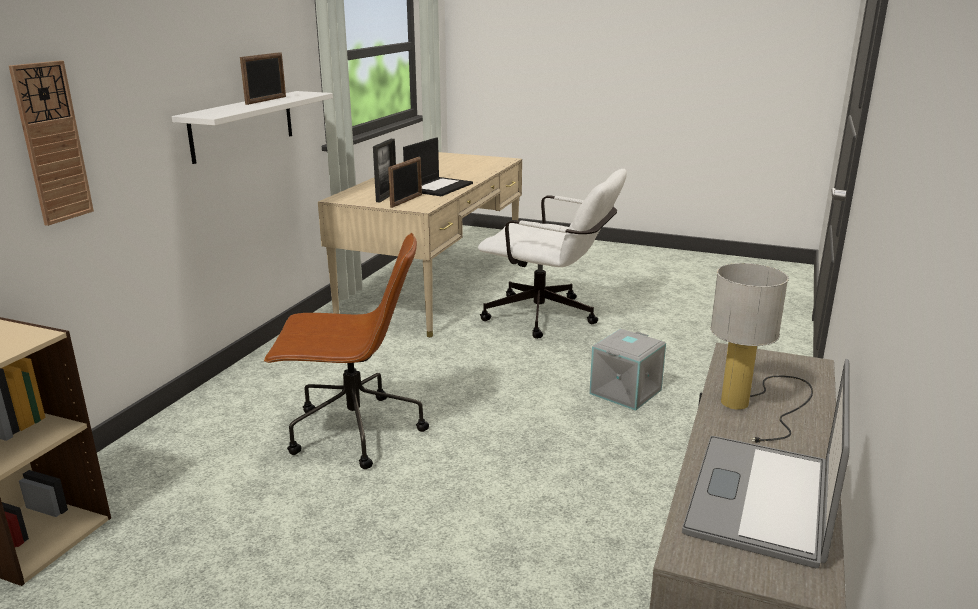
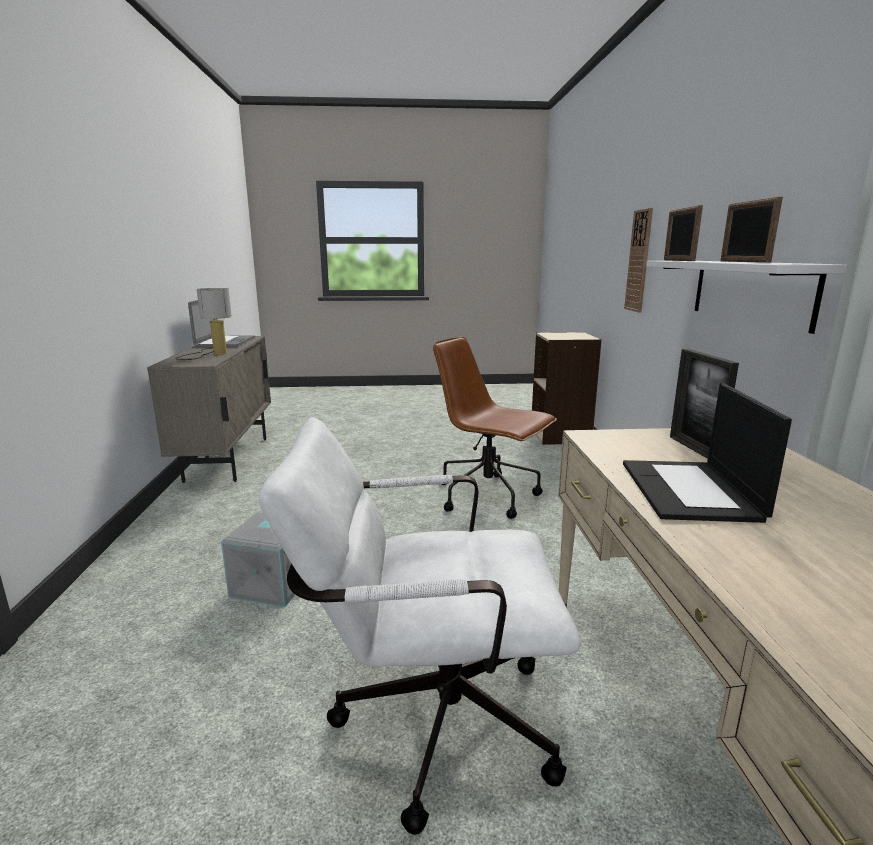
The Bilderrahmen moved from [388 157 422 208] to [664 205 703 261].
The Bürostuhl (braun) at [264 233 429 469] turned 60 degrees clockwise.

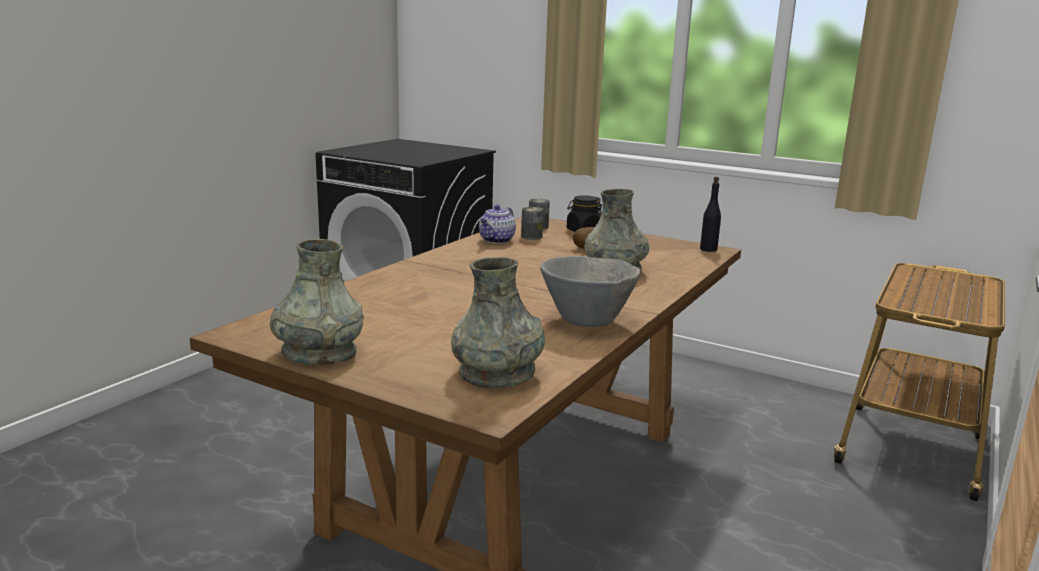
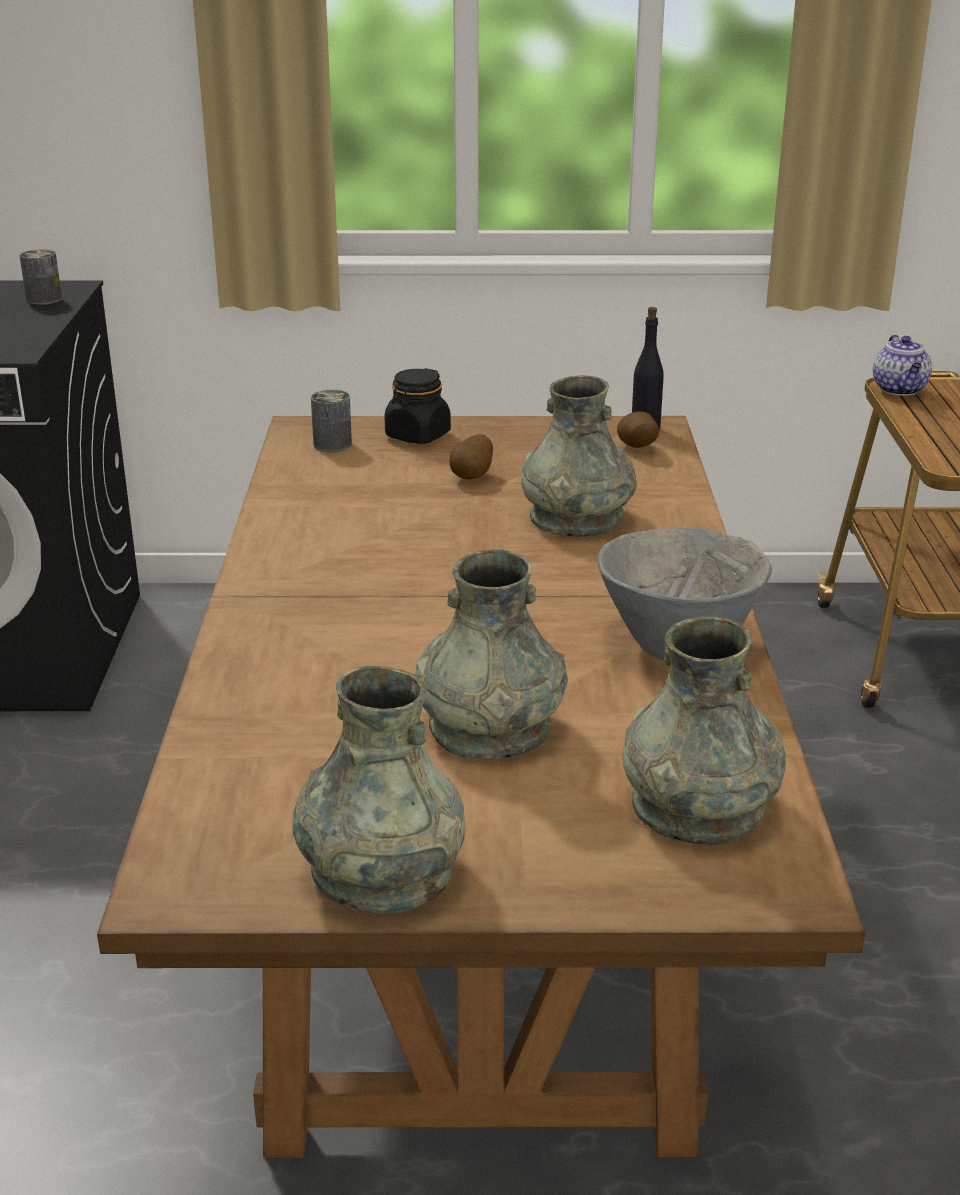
The Teekanne moved from [479 205 516 243] to [873 335 932 396].
The Dose moved from [521 207 543 240] to [20 249 62 305].
The Kartoffel at [617 412 659 448] appeared.
The Vase (grau) at [415 549 568 760] appeared.

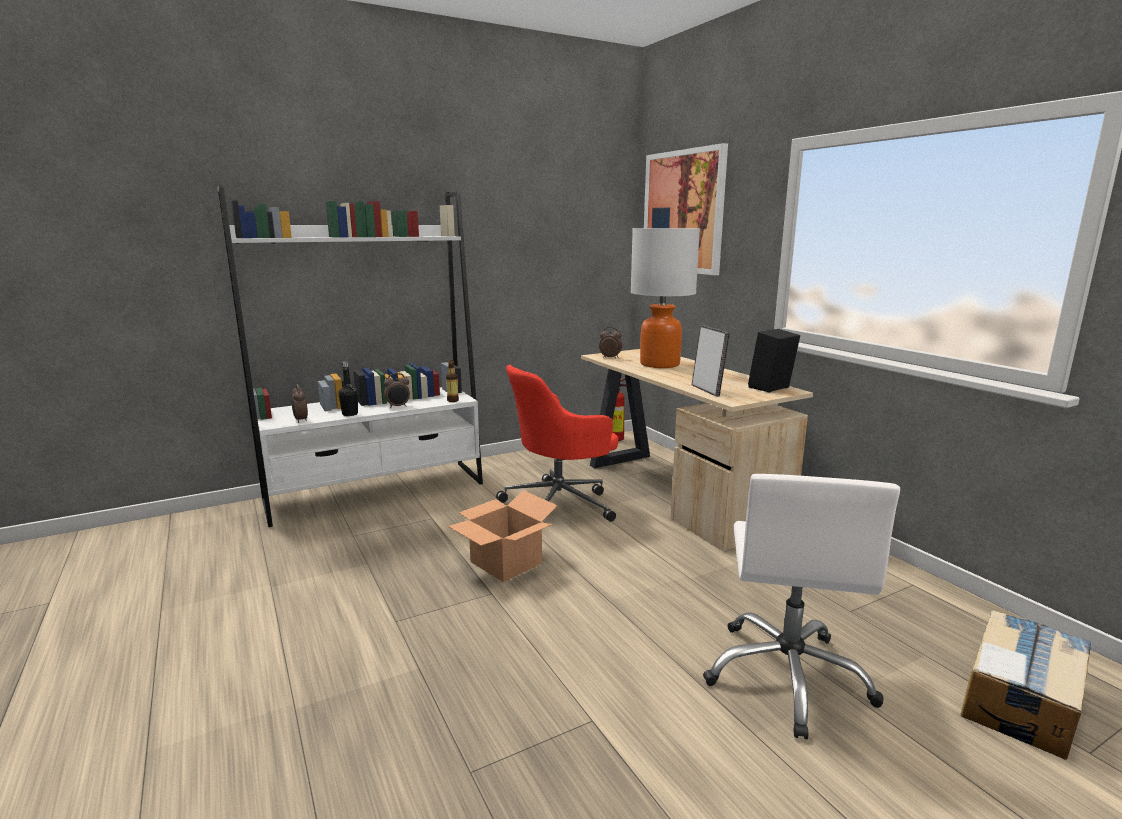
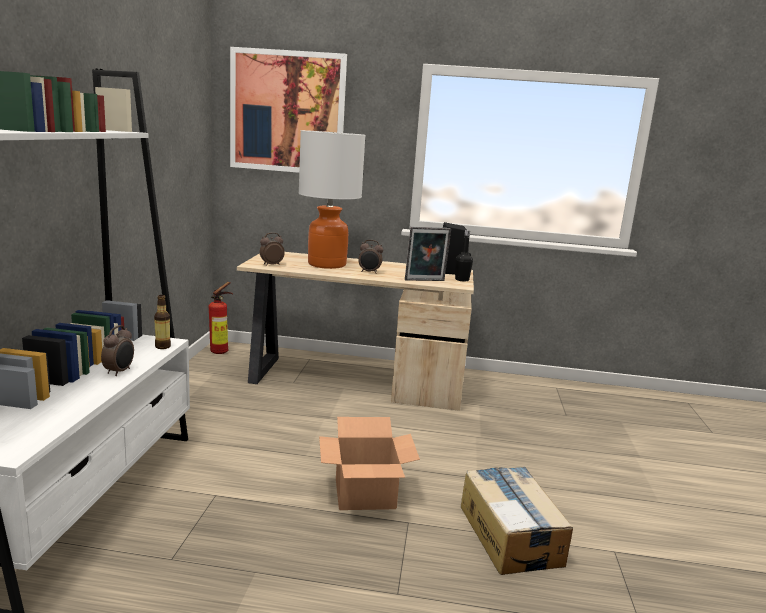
The Bilderrahmen at [692 325 730 396] turned 150 degrees clockwise.
The Flasche (schwarz) moved from [338 361 358 416] to [455 230 473 282].
The Bürostuhl (rot) at [496 365 618 522] disappeared.
The Wecker moved from [292 384 308 423] to [358 240 383 274].
The Bürostuhl (weiß) at [703 474 900 739] disappeared.
The Karton moved from [961 610 1091 760] to [461 466 573 575].

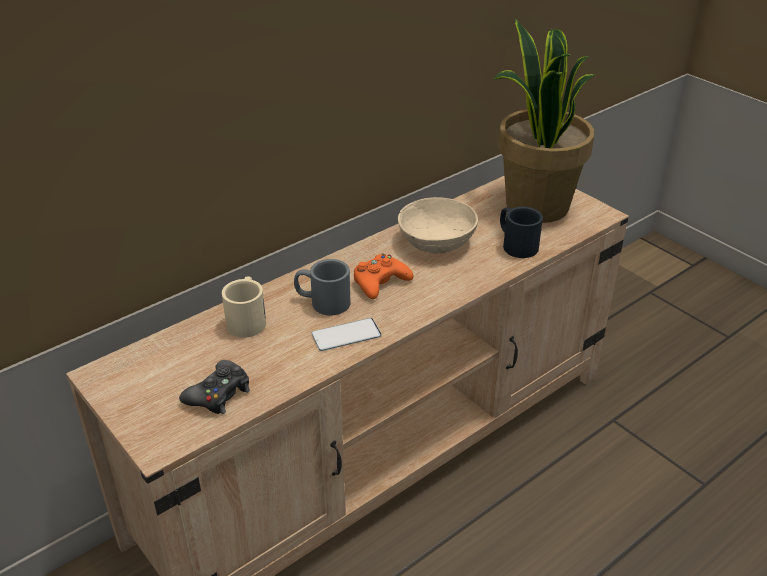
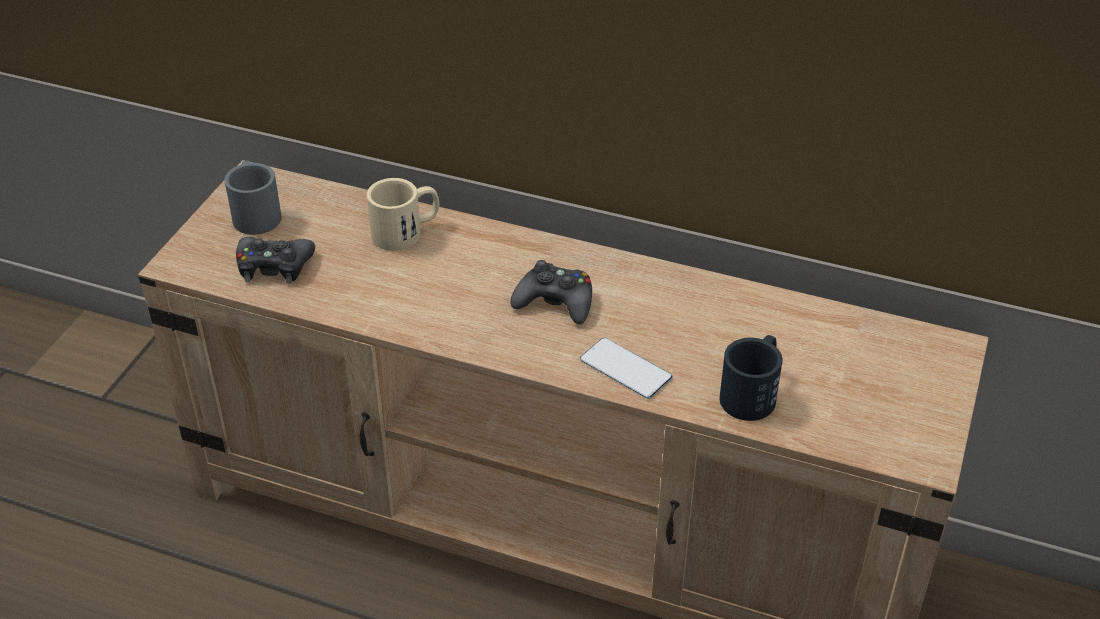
The Topfpflanze at [493 19 596 223] disappeared.
The Schüssel (beige) at [398 197 478 254] disappeared.
The Gamepad (orange) at [354 254 413 299] became the Gamepad (schwarz) at [510 260 592 324].
The Henkelbecher (grau) moved from [294 259 350 316] to [224 161 282 235].
The Handy moved from [311 318 382 351] to [580 338 673 399].

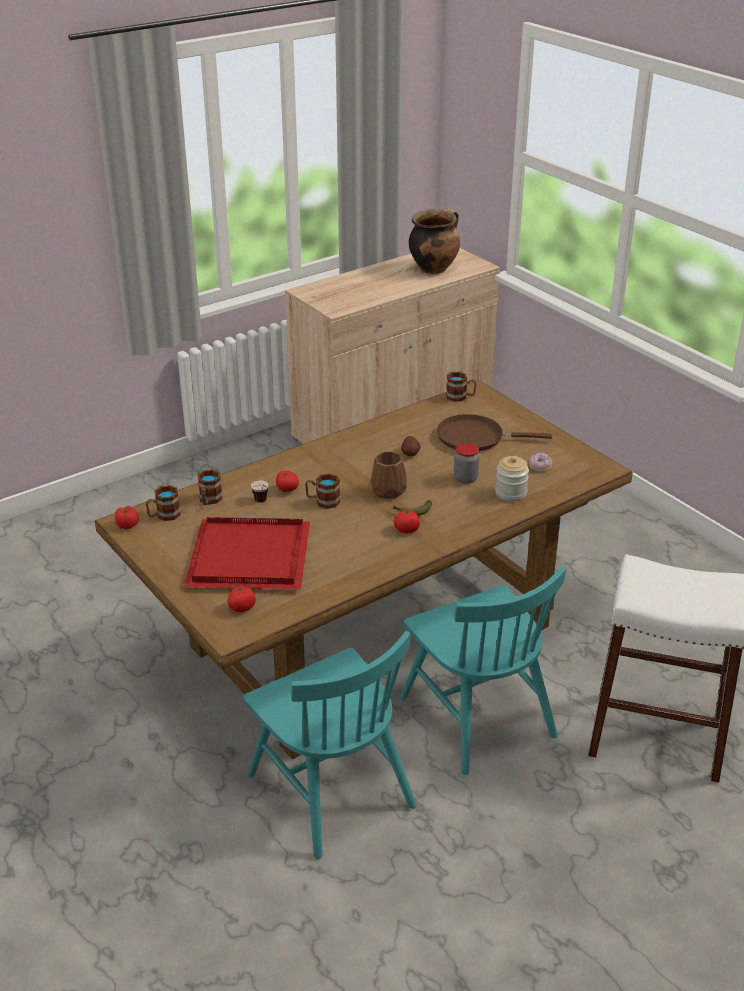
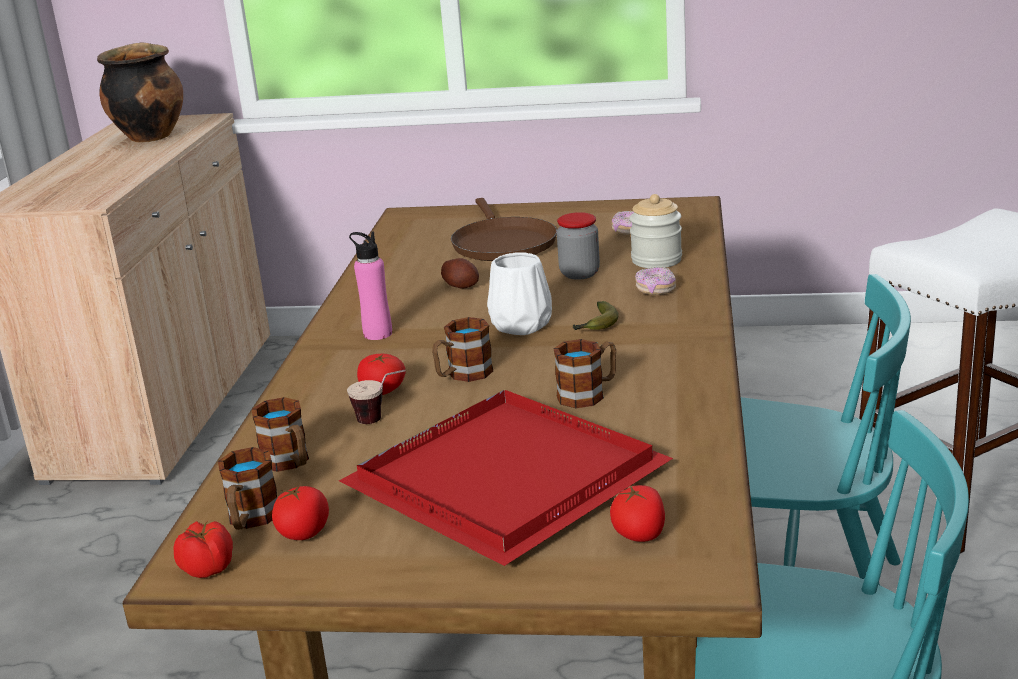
The Henkelbecher moved from [446 372 476 402] to [553 339 616 408].
The Pfanne (braun) at [437 414 552 451] turned 60 degrees counterclockwise.
The Vase (braun) at [371 452 407 499] became the Vase (weiß) at [487 252 552 335].
The Tomate moved from [394 510 420 533] to [272 485 329 540].
The Flasche (rosa) at [349 232 392 340] appeared.
The Donut at [635 267 676 295] appeared.

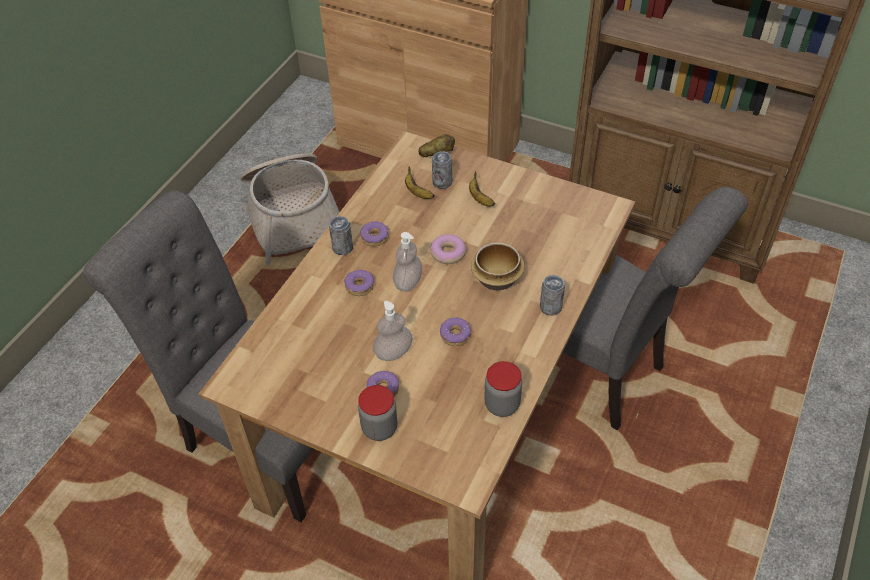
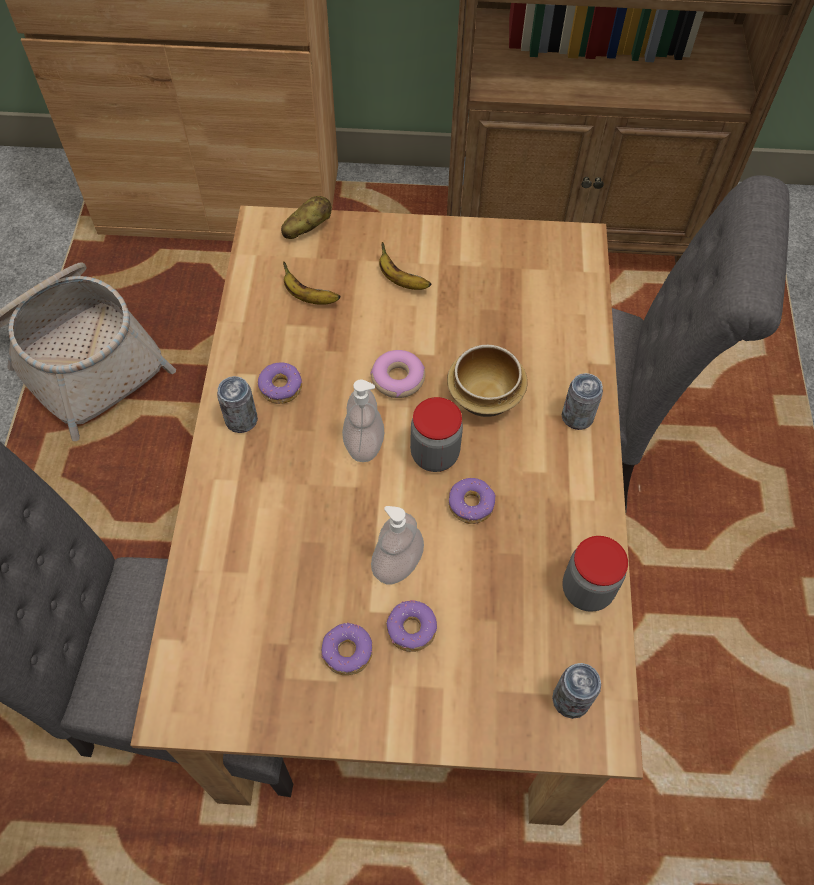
The Dose moved from [432 151 452 189] to [552 663 601 719].
The Donut moved from [344 270 374 296] to [321 622 372 675].
The Vorratsglas moved from [358 385 398 441] to [410 397 463 472].

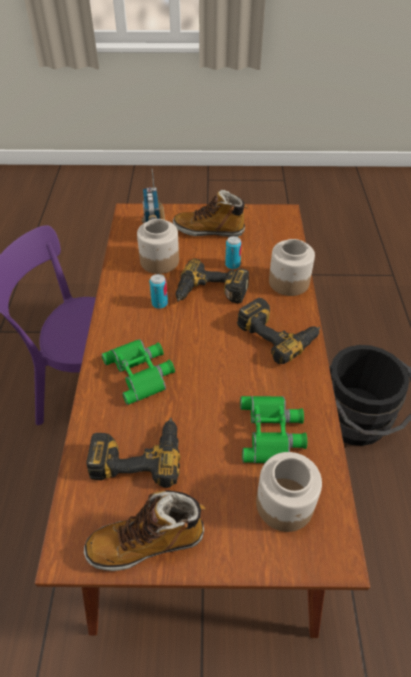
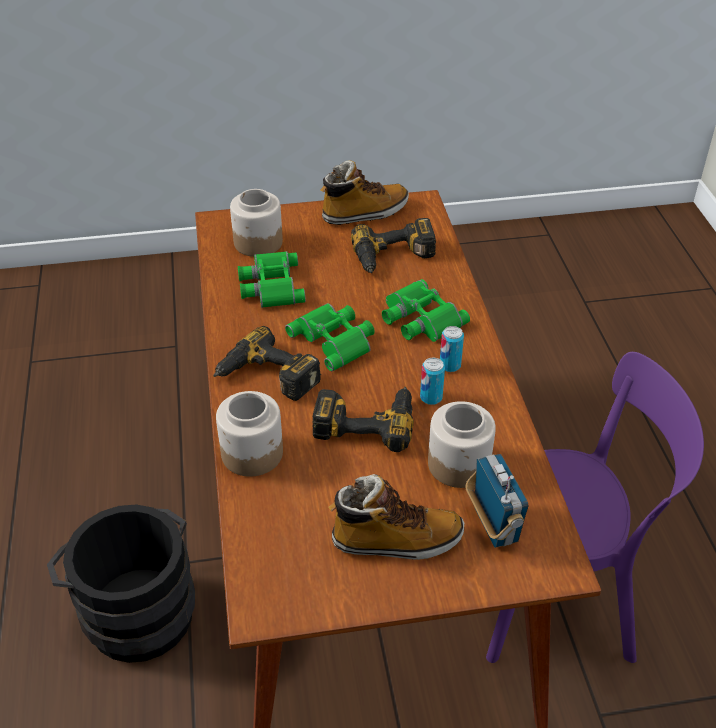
The Dose moved from [225 236 242 269] to [440 326 464 372].
The Fernglas (grün) at [285 303 375 371] appeared.

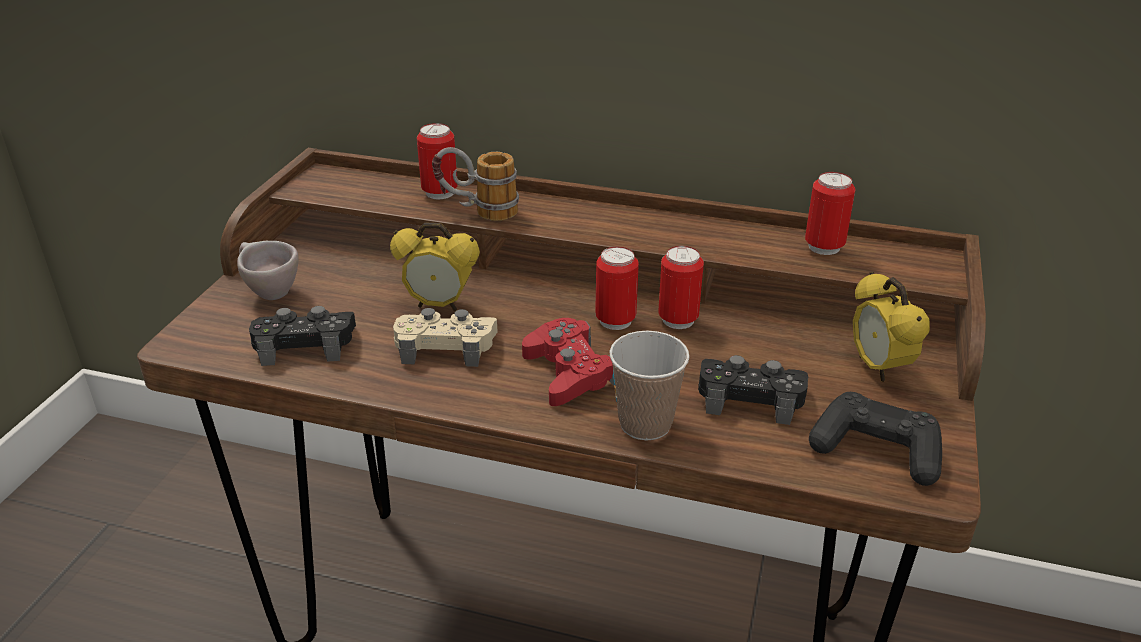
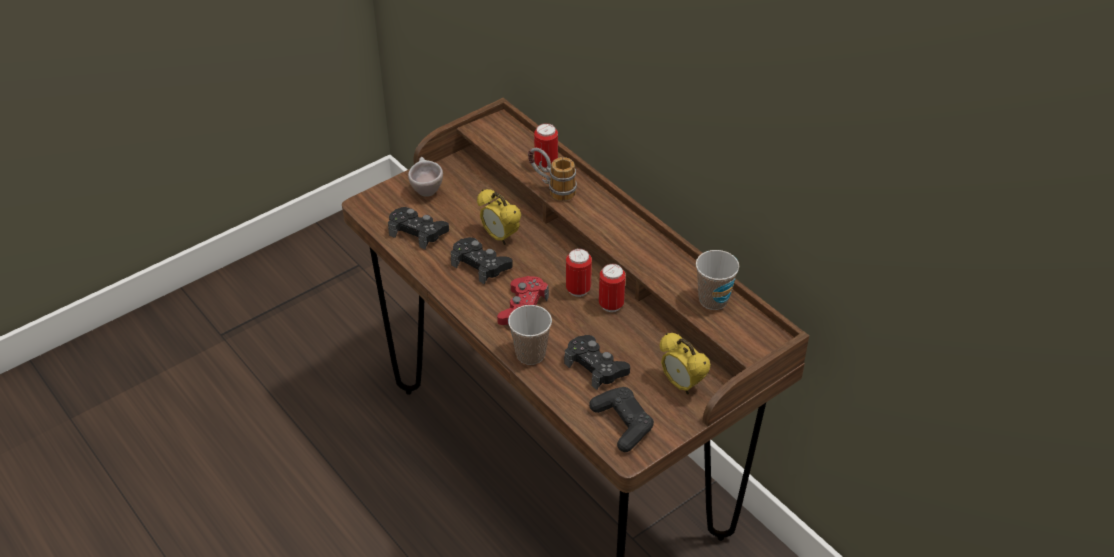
The Dose at [805 172 855 255] was replaced by the Tasse at [696 250 739 310].
The Wecker at [853 272 930 382] turned 60 degrees counterclockwise.
The Gamepad (beige) at [393 308 498 367] became the Gamepad (schwarz) at [451 237 513 284].

